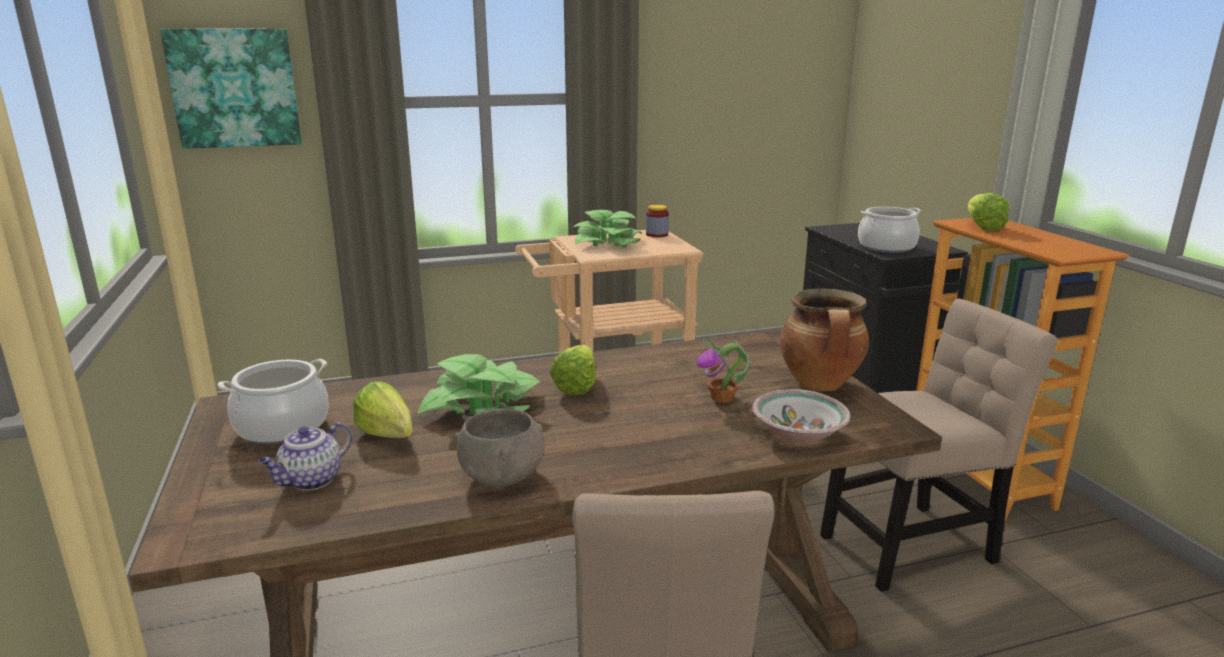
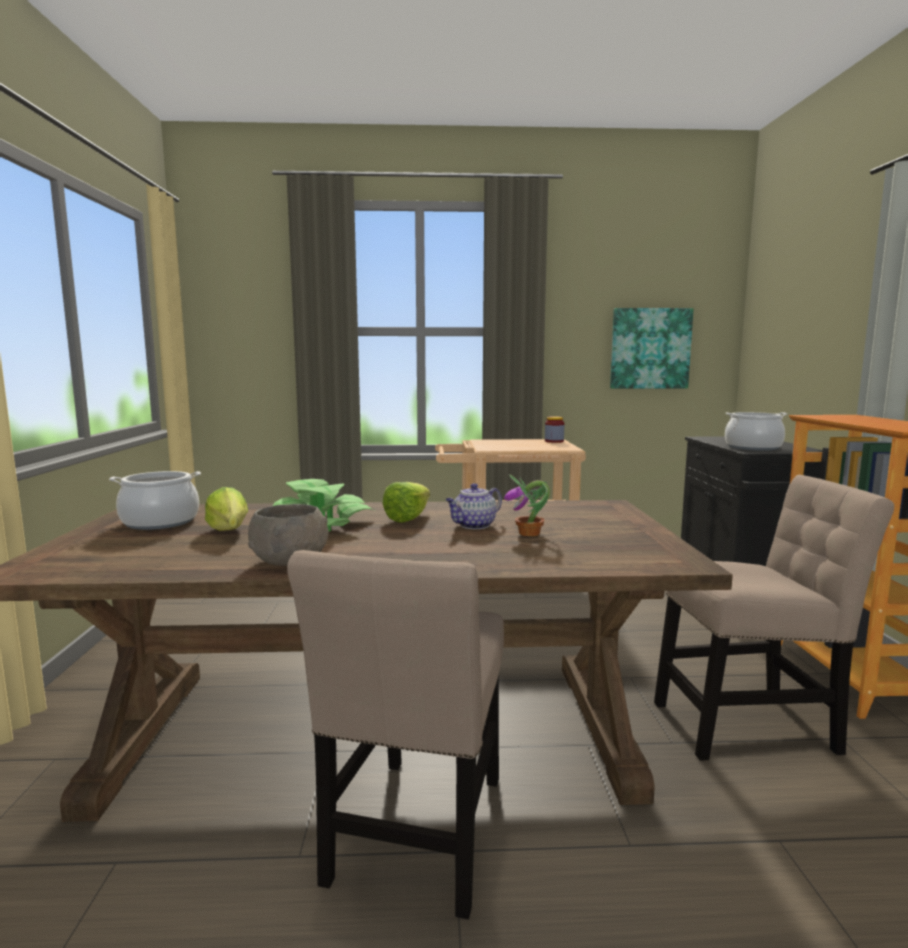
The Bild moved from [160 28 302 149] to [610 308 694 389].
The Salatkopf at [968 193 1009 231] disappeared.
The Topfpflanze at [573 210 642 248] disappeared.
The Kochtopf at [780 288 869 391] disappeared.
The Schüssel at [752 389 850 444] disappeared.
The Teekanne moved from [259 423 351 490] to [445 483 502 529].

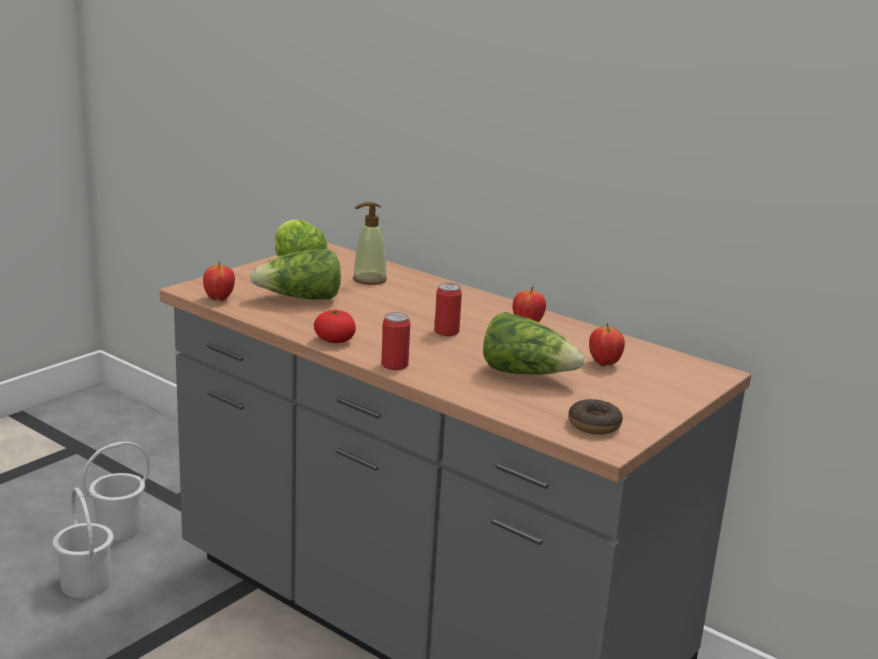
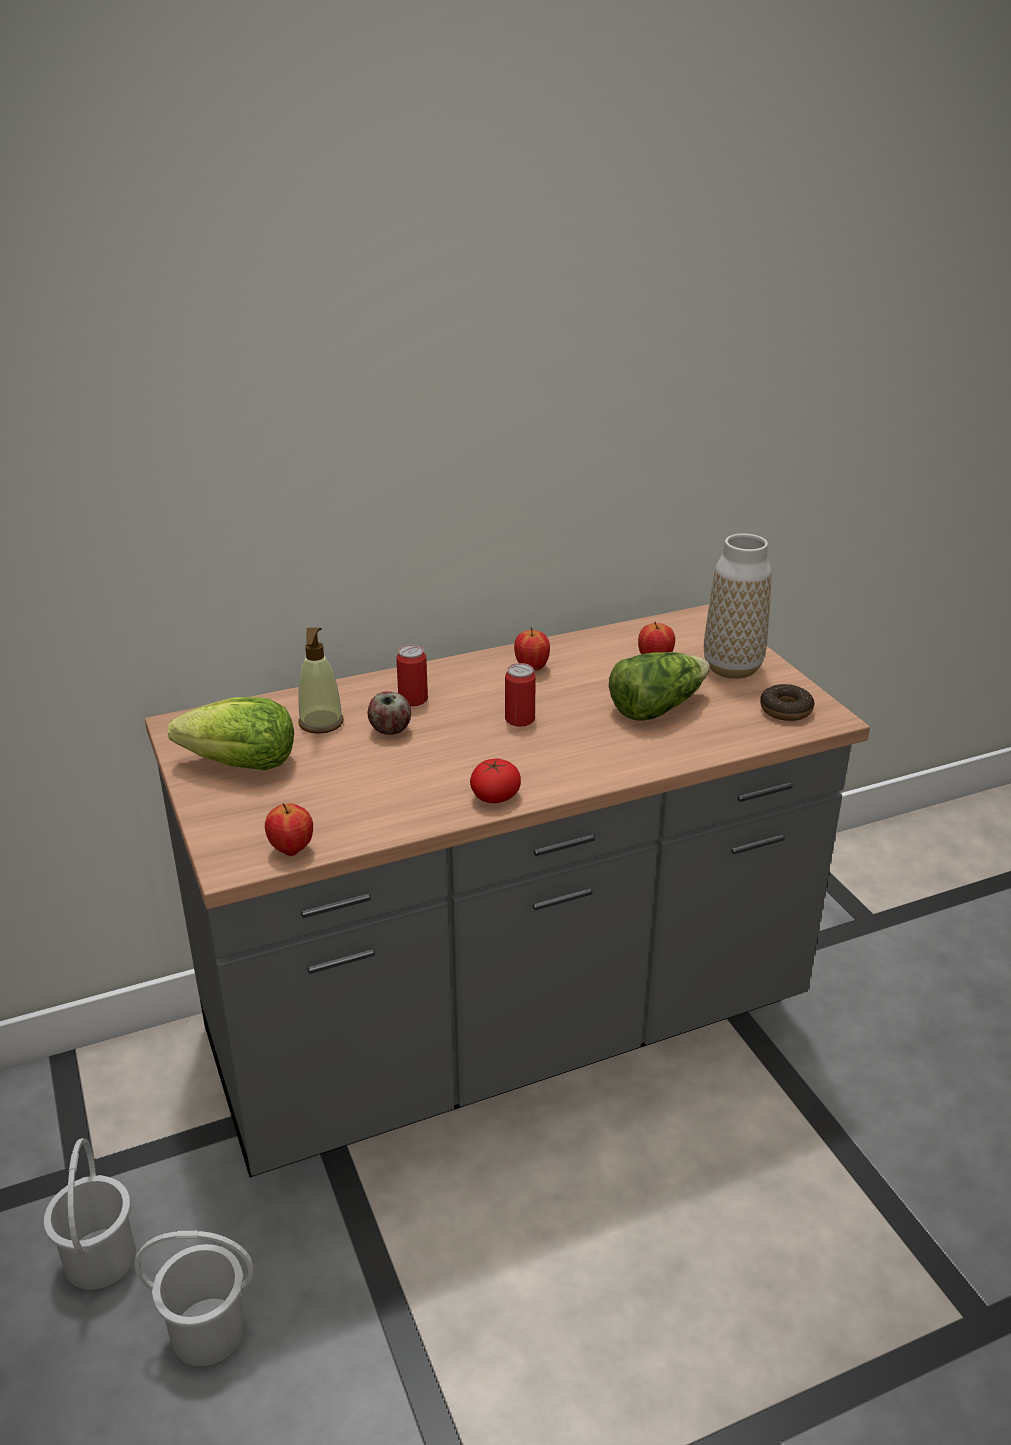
The Salatkopf at [250 249 341 300] disappeared.
The Dose moved from [381 312 410 370] to [396 644 428 706].
The Vase at [704 534 772 679] appeared.
The Apfel at [368 692 411 735] appeared.

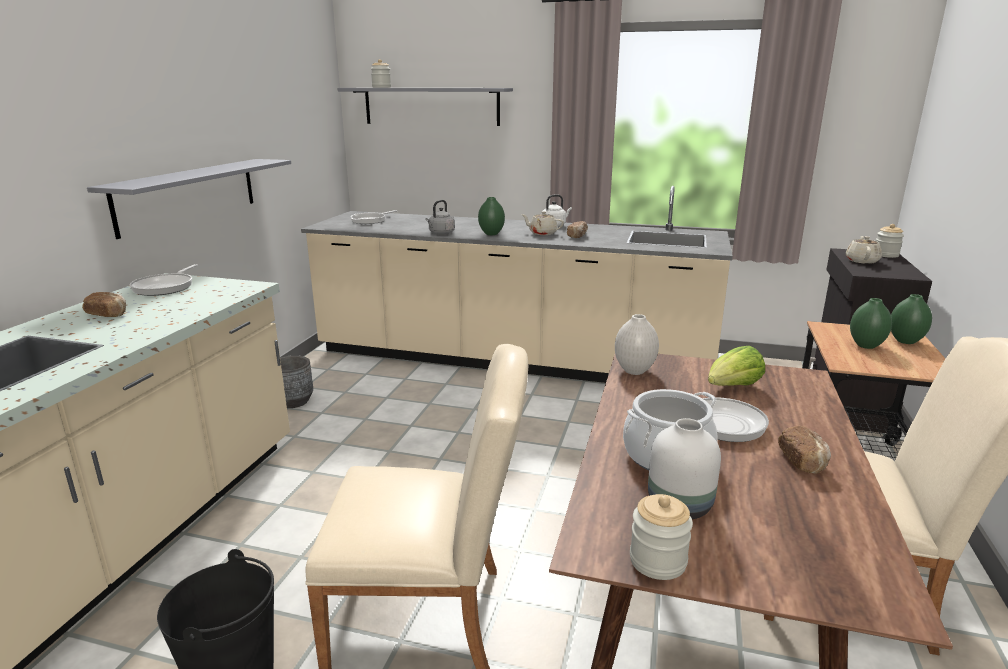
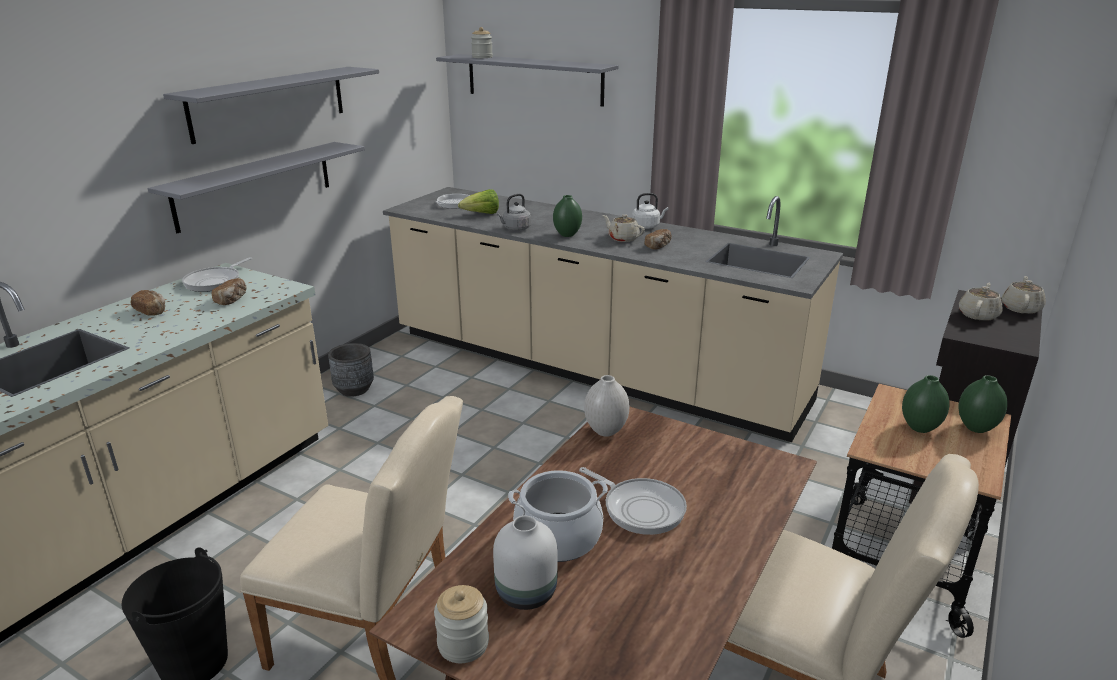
The Vorratsglas at [876 224 904 258] was replaced by the Teekanne (beige) at [1001 276 1046 314].
The Salatkopf moved from [708 346 765 386] to [458 189 499 214].
The Brot moved from [778 426 831 474] to [211 278 247 305].
The Wandregal (grau) at [163 67 379 144] appeared.

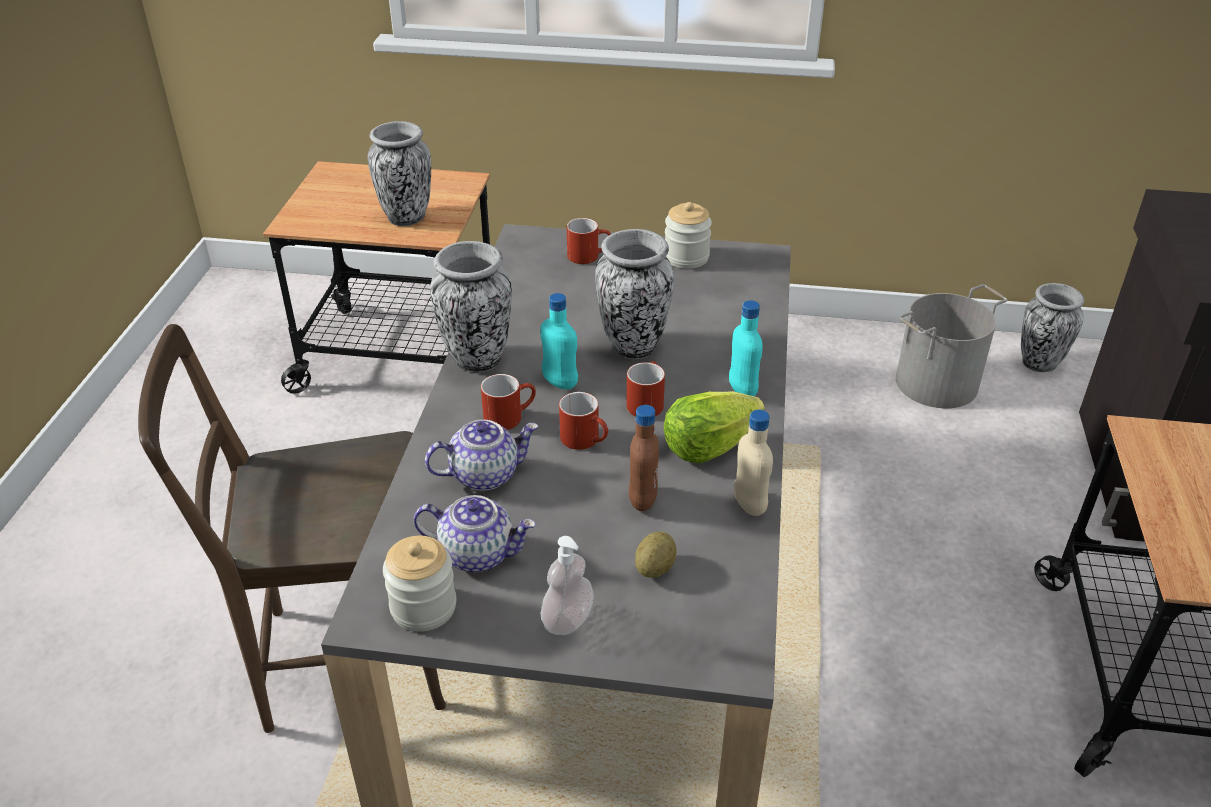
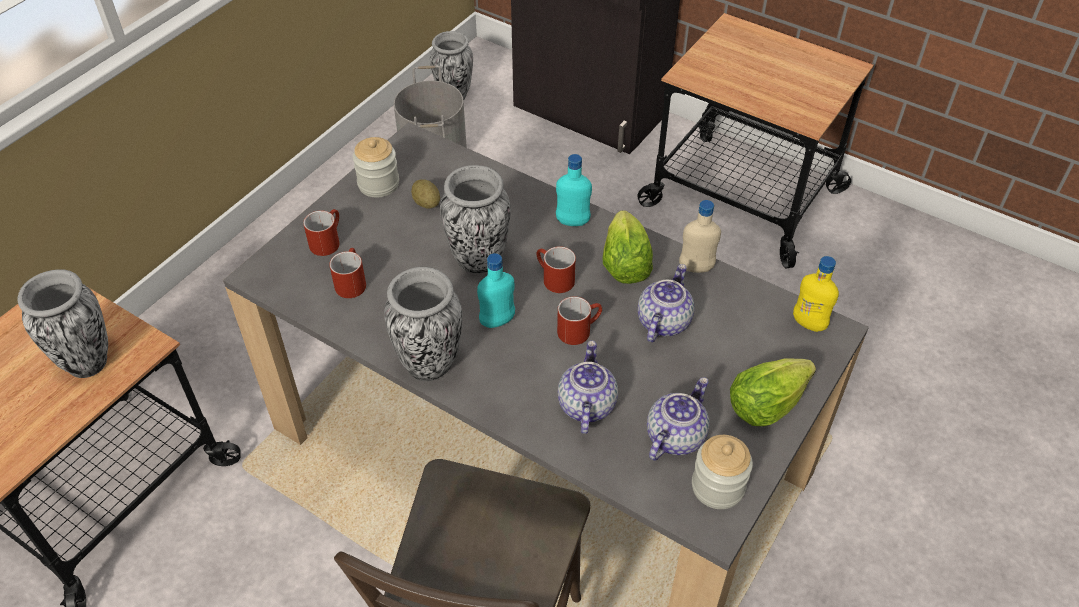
The Henkelbecher (rot) moved from [481 374 536 430] to [329 248 366 298].
The Flasche (braun) at [629 405 659 512] was replaced by the Teekanne at [638 264 694 342].
The Kartoffel moved from [635 532 677 578] to [411 179 440 209].
The Seifenspender at [541 536 594 635] was replaced by the Salatkopf at [730 359 816 426].
The Flasche (gelb) at [793 256 839 332] appeared.

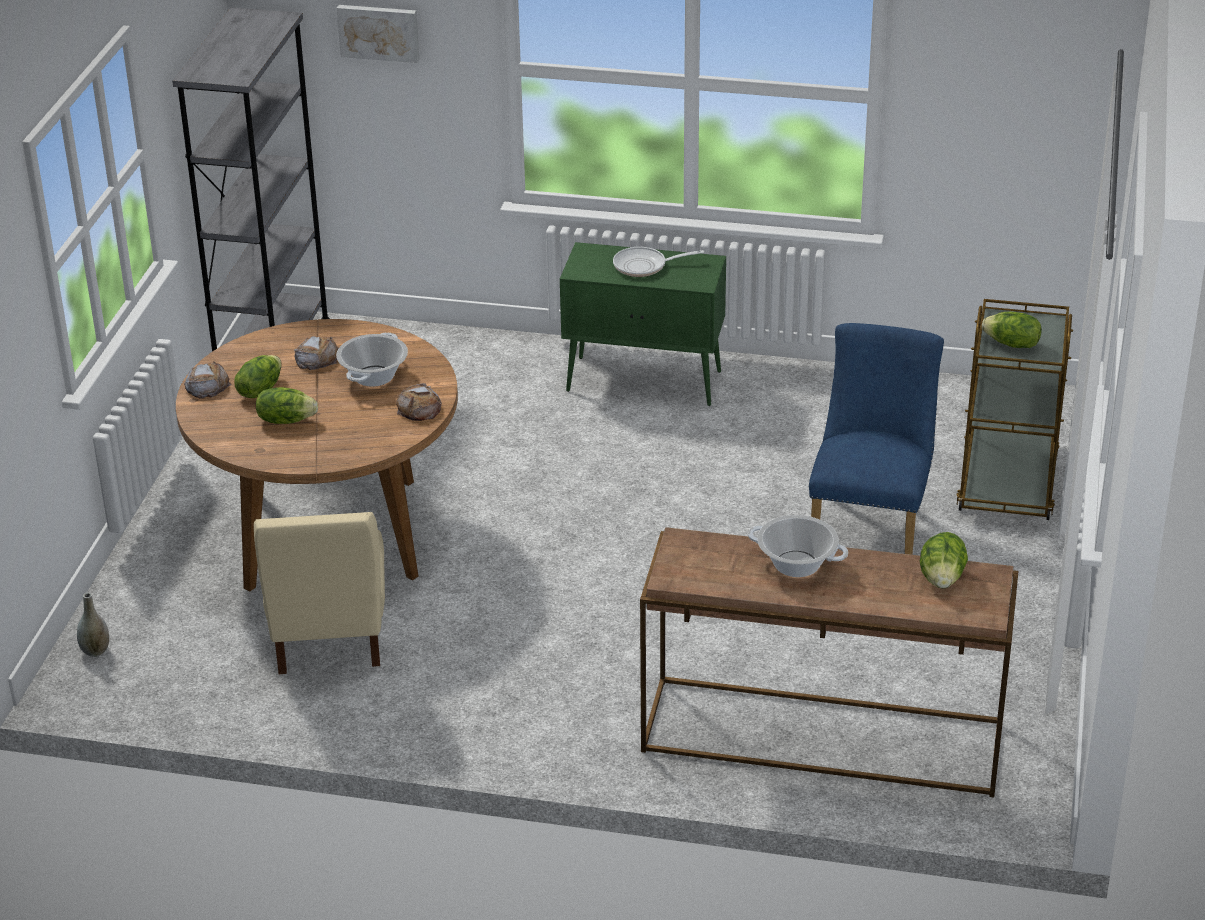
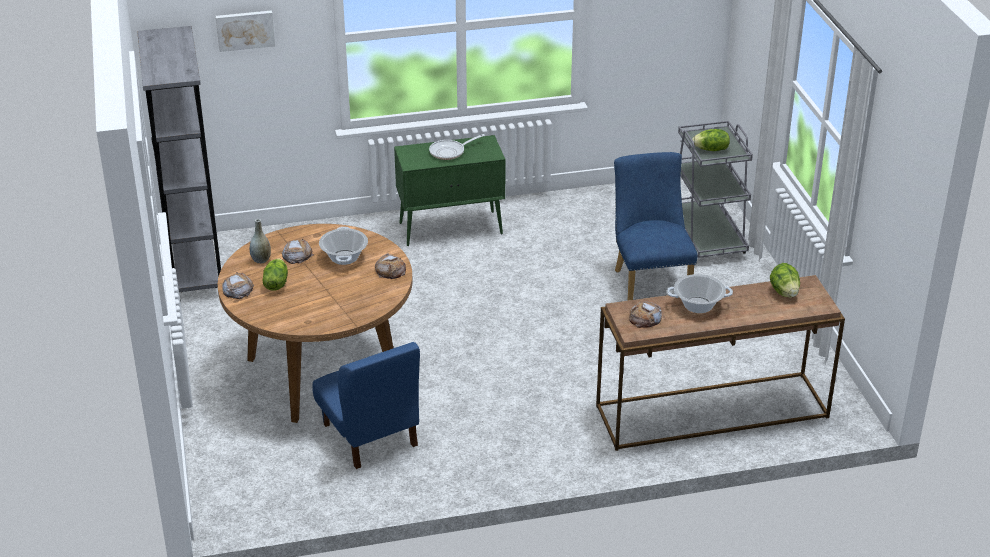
The Rollwagen (braun) at [956 299 1073 520] became the Rollwagen (grau) at [678 121 753 258].
The Salatkopf at [256 387 318 424] disappeared.
The Stuhl (beige) at [254 512 385 674] became the Stuhl (blau) at [312 342 420 469].
The Vase (grau) moved from [77 593 109 657] to [250 219 271 264].
The Brot at [629 301 662 328] appeared.

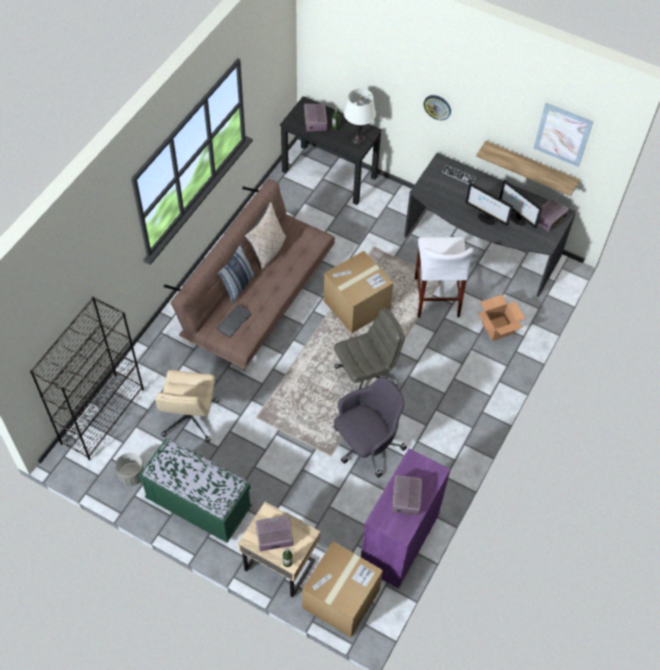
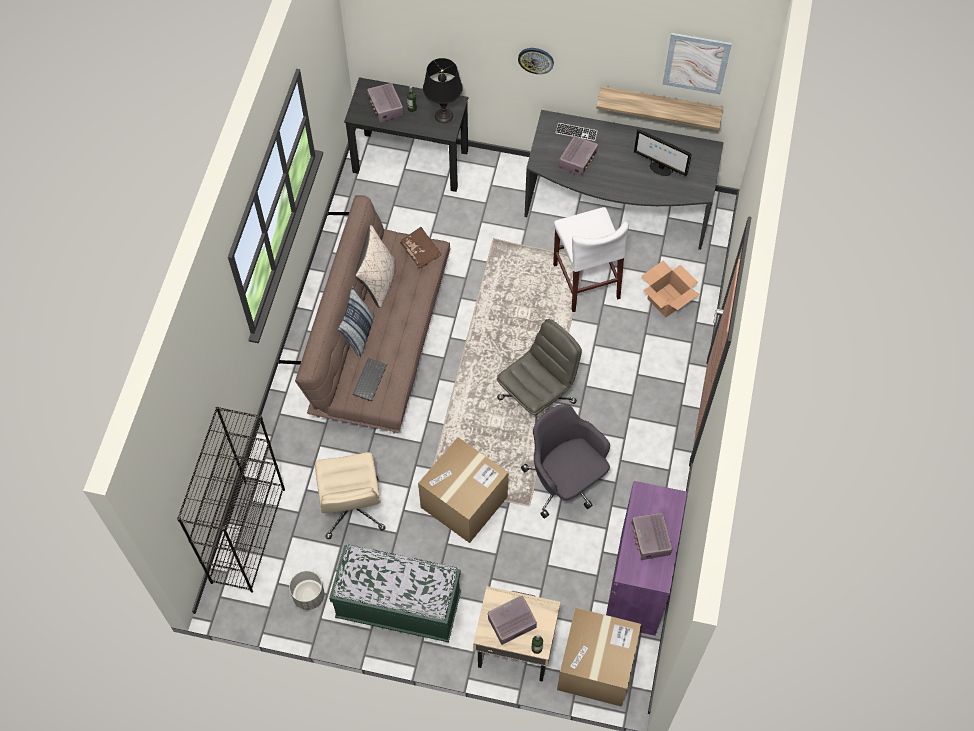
The Tischlampe (weiß) at [344 88 376 144] became the Tischlampe (schwarz) at [423 58 463 123].
The Monitor at [466 183 513 226] disappeared.
The Radio moved from [538 198 569 232] to [559 136 598 177].
The Karton moved from [324 251 394 333] to [418 437 508 543].
The Bürostuhl (grau) at [333 377 407 478] turned 75 degrees counterclockwise.
The Buch (braun) at [400 227 442 269] appeared.

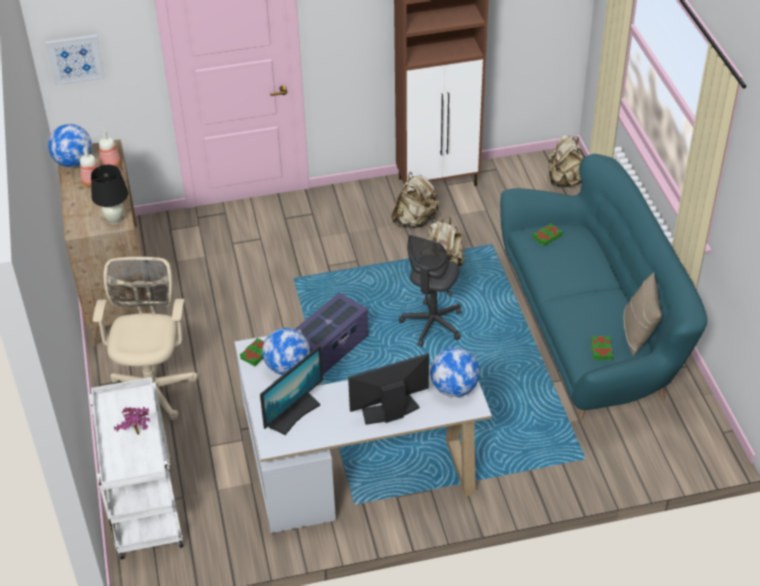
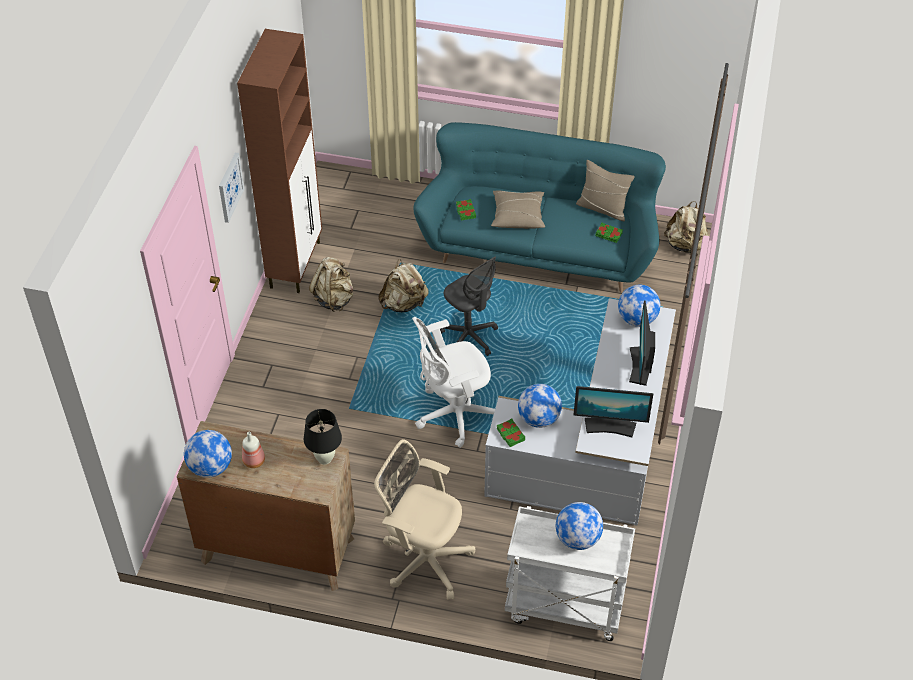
The Bild moved from [45 34 105 86] to [219 153 244 223].
The Flasche at [99 130 121 167] disappeared.
The Rucksack (beige) moved from [548 135 585 187] to [664 201 708 256].
The Aufbewahrungsbox (lila) at [295 293 368 374] was replaced by the Bürostuhl (weiß) at [412 317 495 448].
The Monitor at [260 346 323 435] turned 120 degrees clockwise.
The Topfpflanze at [114 407 150 435] was replaced by the Globus at [556 502 603 550].
The Kissen (beige) at [491 190 545 229] appeared.

